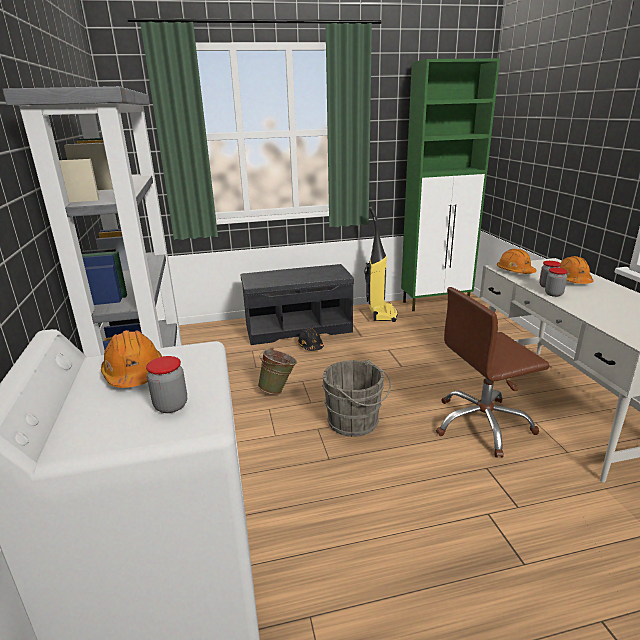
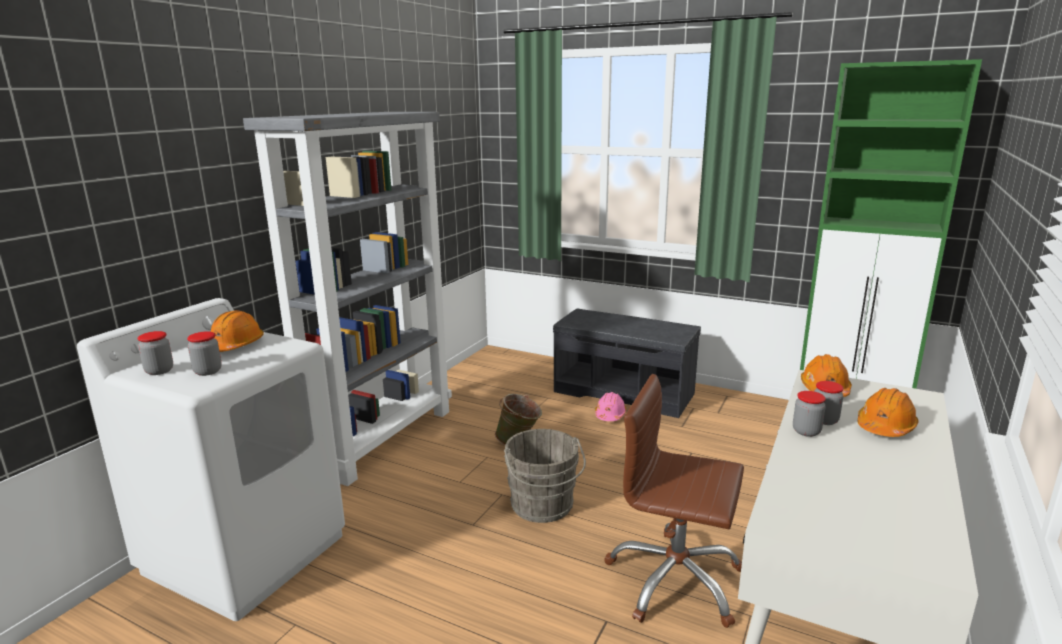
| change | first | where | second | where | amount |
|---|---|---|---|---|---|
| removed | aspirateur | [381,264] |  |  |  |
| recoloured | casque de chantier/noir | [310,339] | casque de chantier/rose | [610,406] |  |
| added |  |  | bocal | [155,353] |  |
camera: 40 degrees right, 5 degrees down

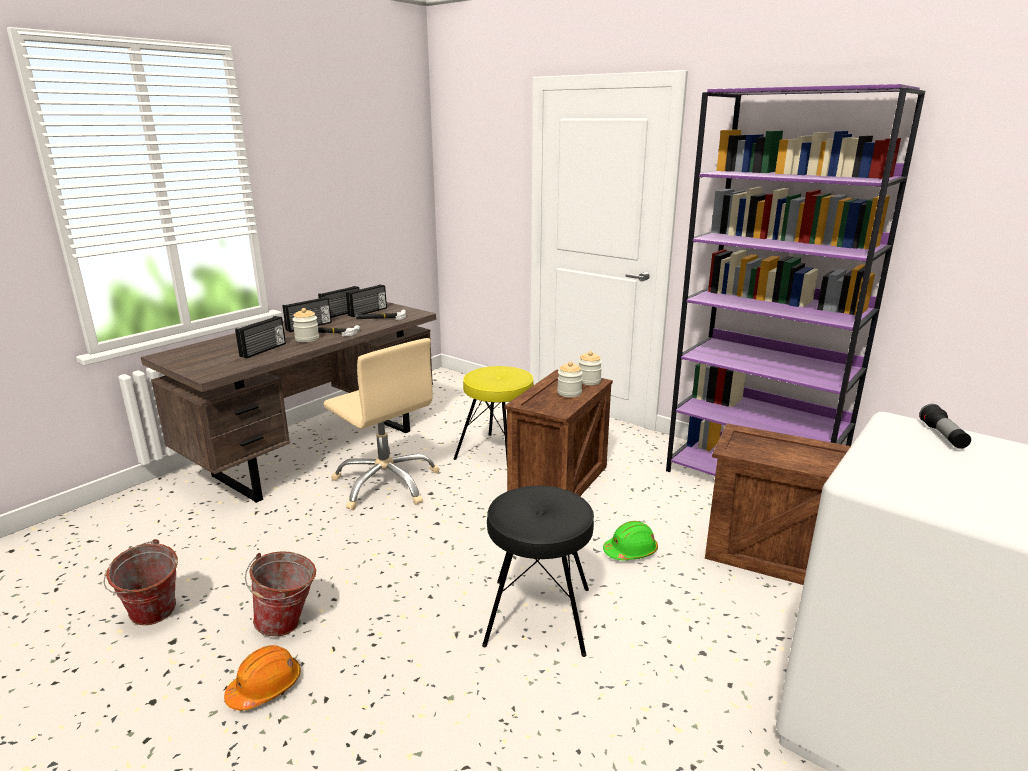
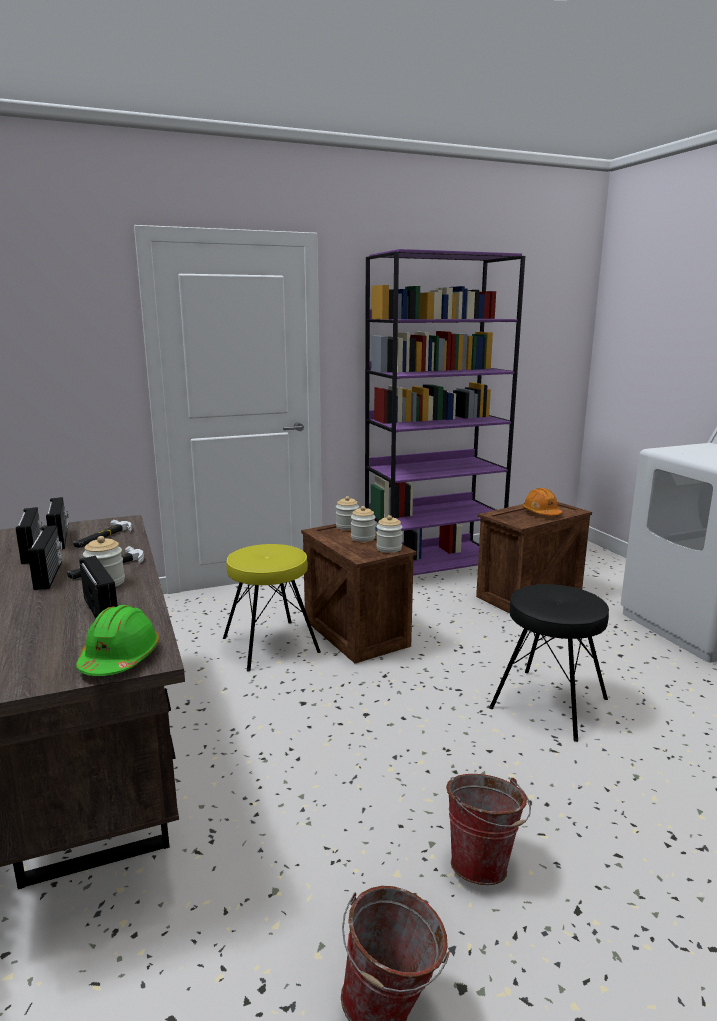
| change | first | where | second | where | amount |
|---|---|---|---|---|---|
| removed | chaise de bureau/beige | [381,424] |  |  |  |
| removed | lampe de poche | [945,426] |  |  |  |
| moved | casque de chantier/vert | [630,540] |  | [118,640] |  |
| moved | casque de chantier/orange | [262,677] |  | [542,501] |  |
| added |  |  | bocal | [389,534] |  |
camera: 60 degrees left, 5 degrees down

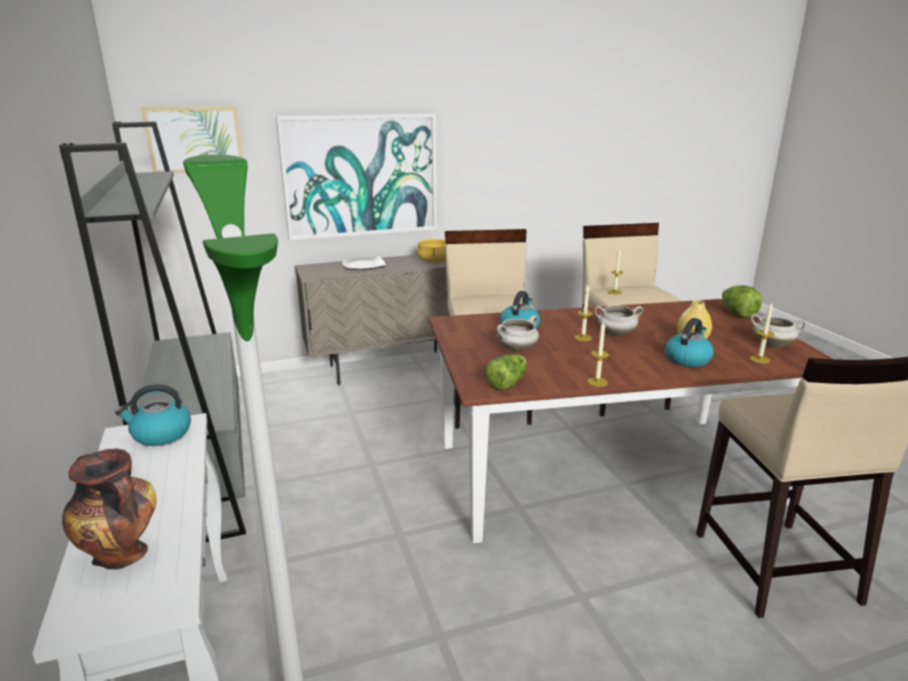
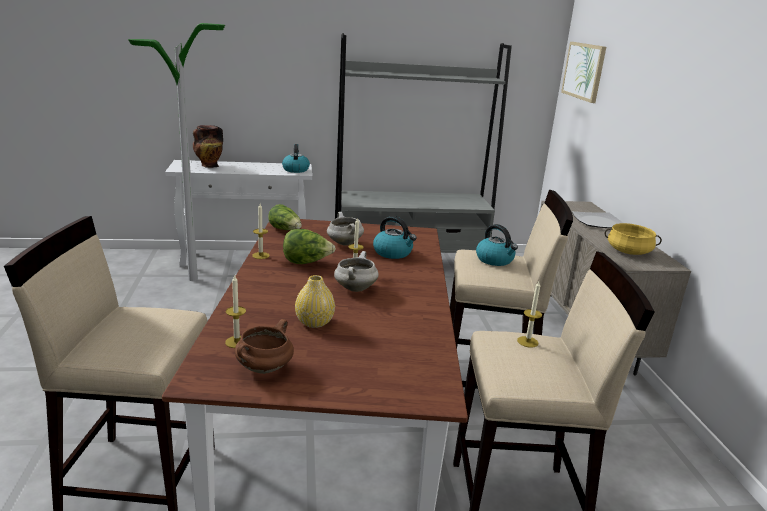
| change | first | where | second | where | amount |
|---|---|---|---|---|---|
| removed | tableau | [356,177] |  |  |  |
| moved | laitue | [742,301] |  | [309,246] |  |
| recoloured | marmite/blanc | [778,331] | marmite/marron | [264,346] |  |
| moved | bouilloire | [689,342] |  | [497,245] |  |
camera: 100 degrees right, 0 degrees up

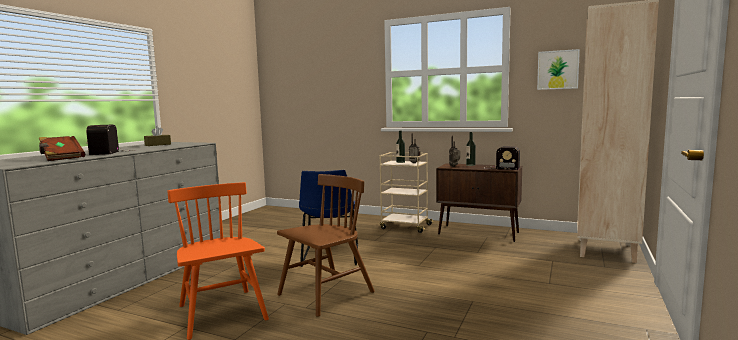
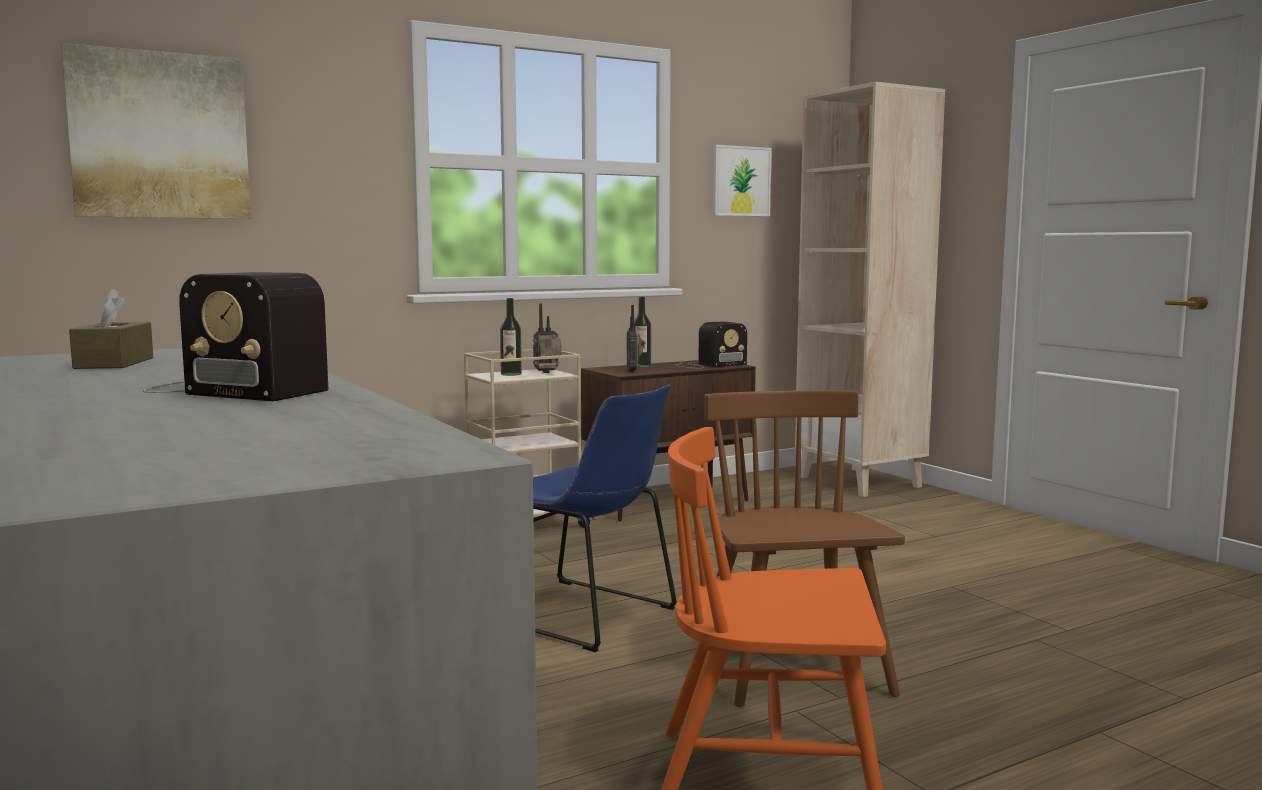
| change | first | where | second | where | amount |
|---|---|---|---|---|---|
| removed | livre/marron | [62,148] |  |  |  |
| added |  |  | tableau | [156,131] |  |
camera: 55 degrees left, 0 degrees up

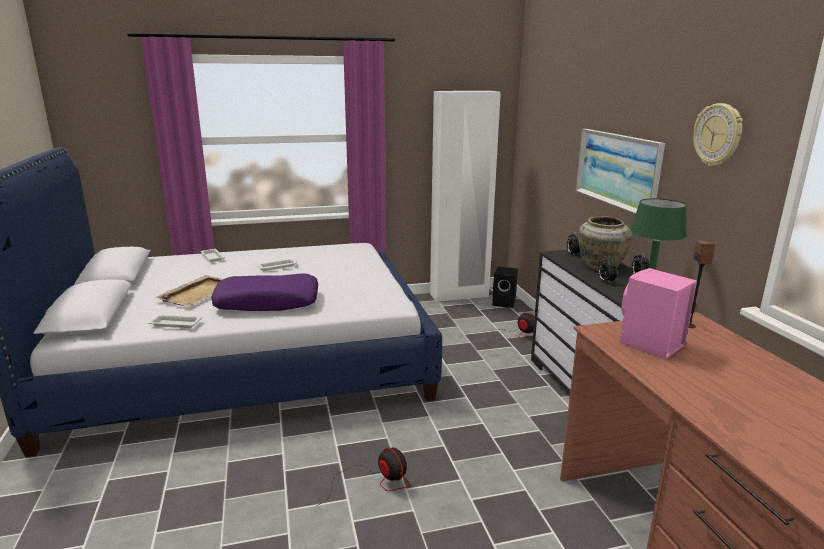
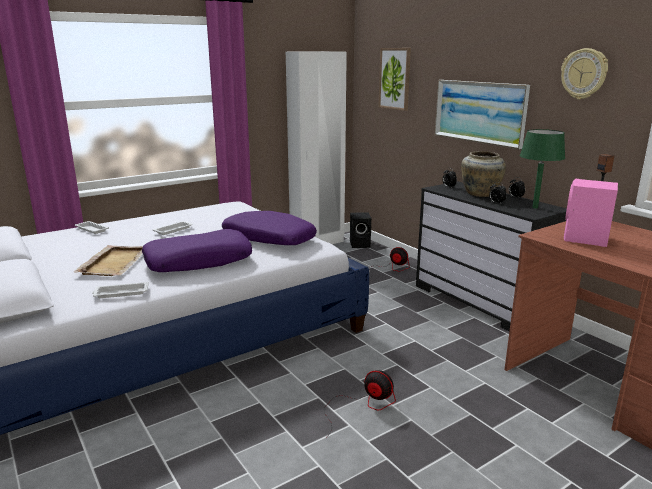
| change | first | where | second | where | amount |
|---|---|---|---|---|---|
| added |  |  | tableau | [394,79] |  |
| added |  |  | coussin/violet | [269,228] |  |
camera: 20 degrees left, 0 degrees up

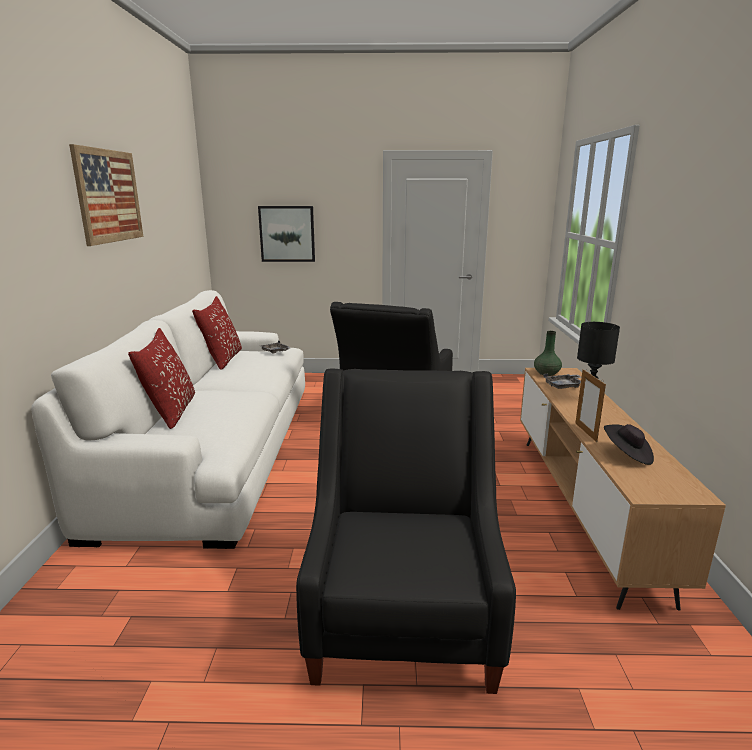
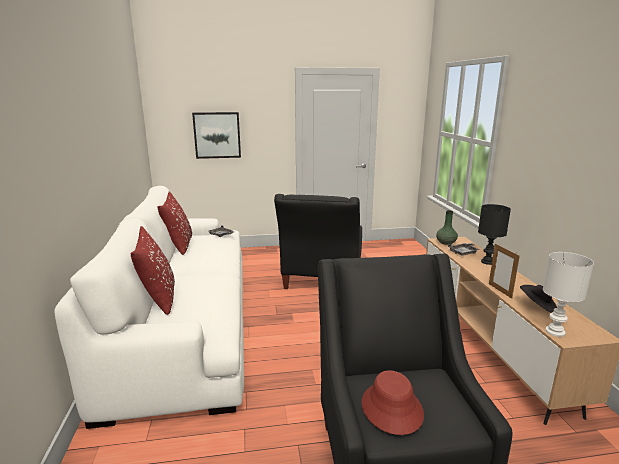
| change | first | where | second | where | amount |
|---|---|---|---|---|---|
| removed | tableau | [106,195] |  |  |  |
| added |  |  | lampe de table/blanc | [568,294] |  |
| added |  |  | chapeau/rouge | [392,402] |  |
camera: 10 degrees left, 0 degrees up

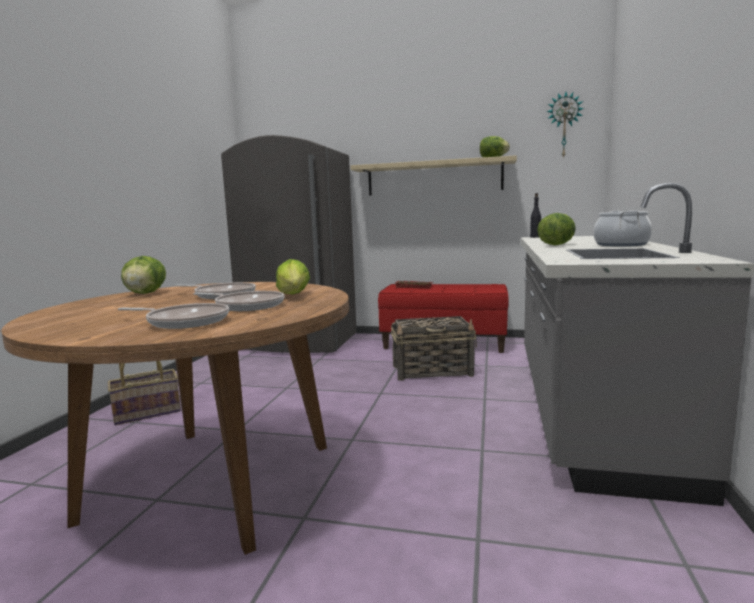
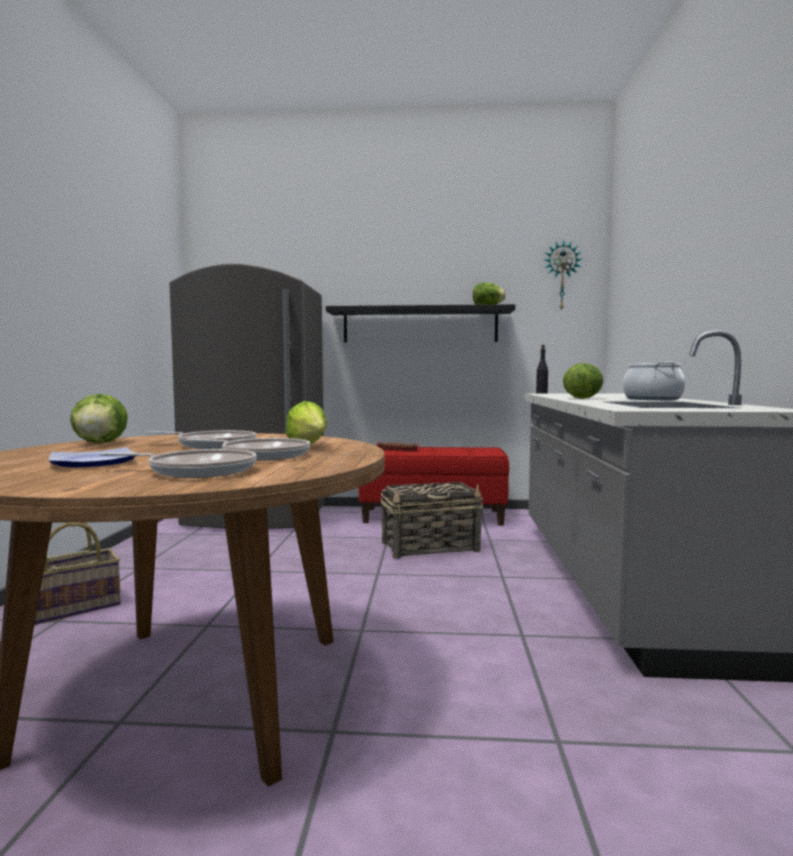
| change | first | where | second | where | amount |
|---|---|---|---|---|---|
| recoloured | étagère/beige | [433,175] | étagère/noir | [420,323] |  |
| added |  |  | assiette | [92,457] |  |
camera: 10 degrees left, 5 degrees down

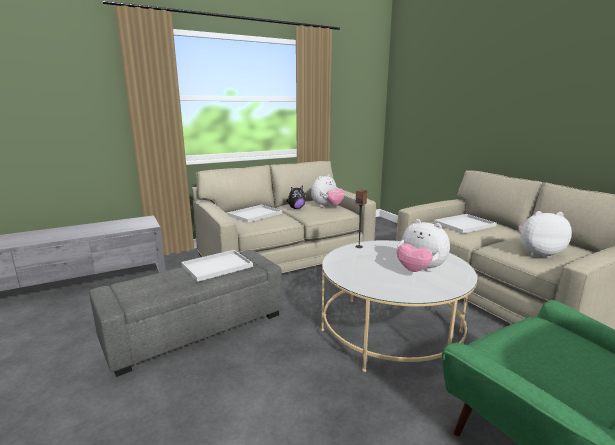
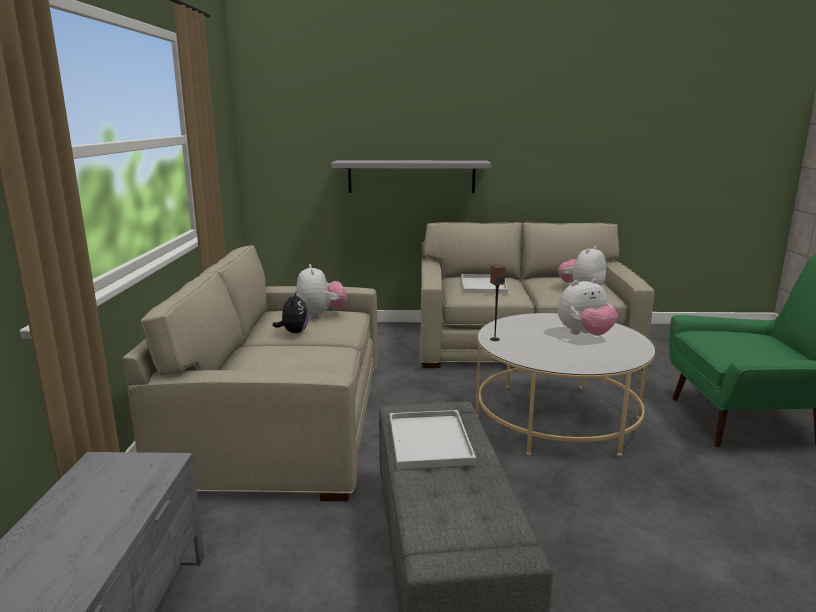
| change | first | where | second | where | amount |
|---|---|---|---|---|---|
| removed | plateau/blanc | [254,214] |  |  |  |
| added |  |  | étagère/gris | [411,176] |  |
camera: 60 degrees left, 0 degrees up

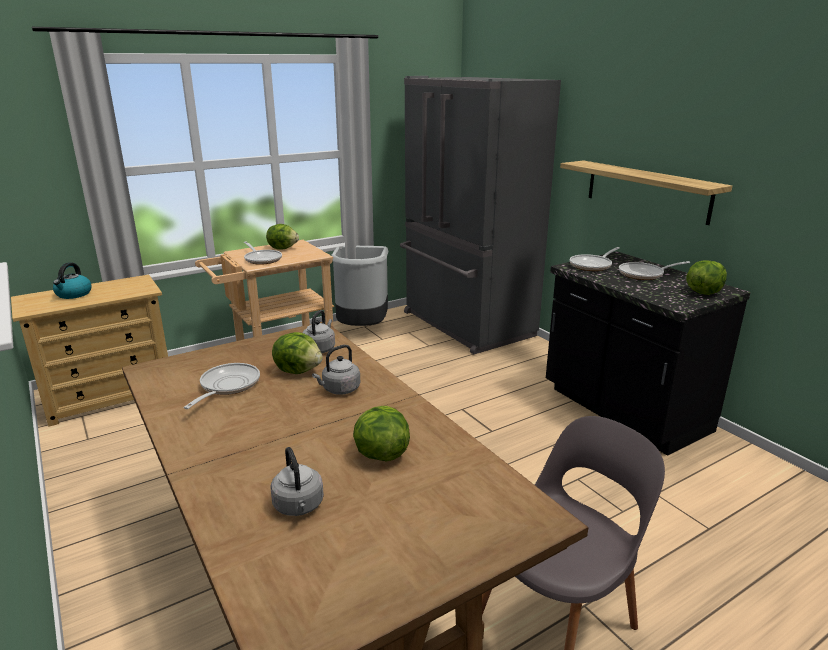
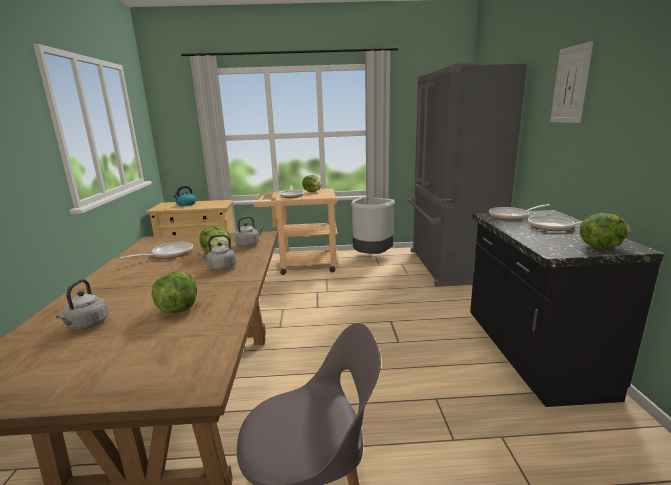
| change | first | where | second | where | amount |
|---|---|---|---|---|---|
| removed | étagère | [646,192] |  |  |  |
| added |  |  | tableau | [572,82] |  |
camera: 30 degrees right, 5 degrees down

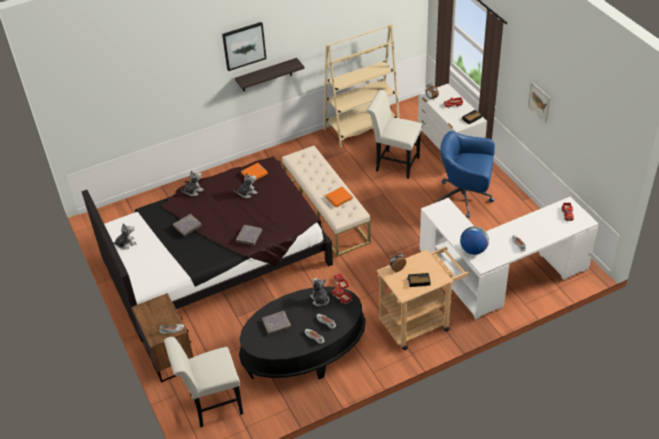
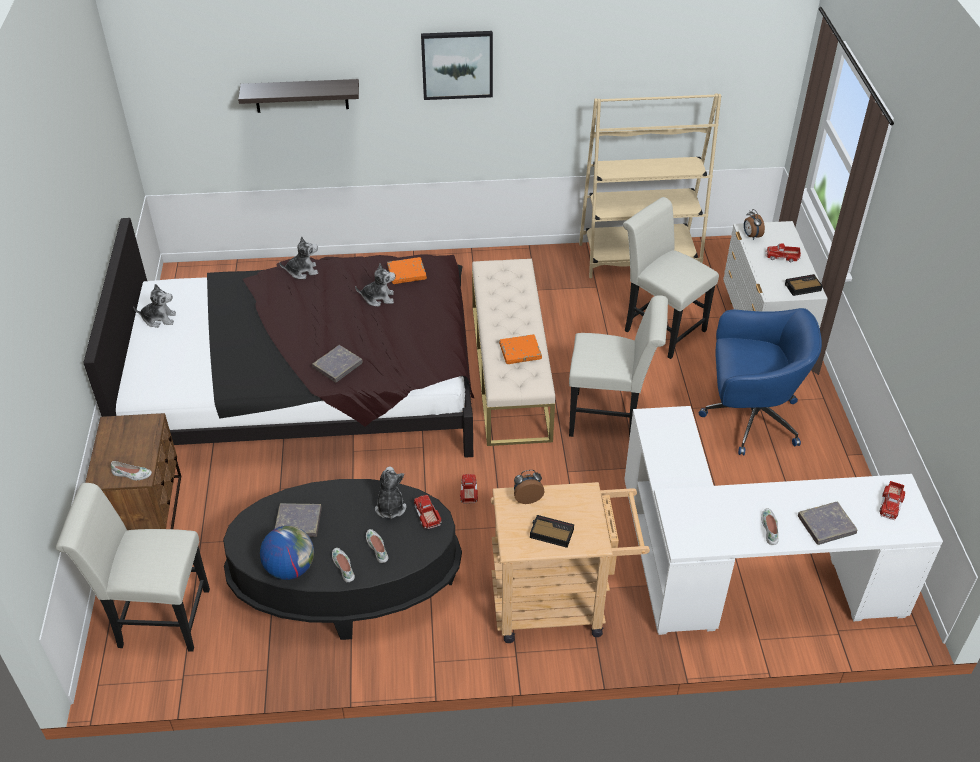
| change | first | where | second | where | amount |
|---|---|---|---|---|---|
| moved | étagère | [269,74] |  | [298,96] |  |
| removed | tableau | [539,102] |  |  |  |
| turned | chaise de bureau/bleu | [465,174] |  | [760,381] | 150 degrees clockwise |
| moved | livre/gris | [187,225] |  | [827,523] |  |
| moved | globe | [474,240] |  | [287,553] |  |
| added |  |  | chaise/blanc | [618,366] |  |
camera: 20 degrees right, 0 degrees up

